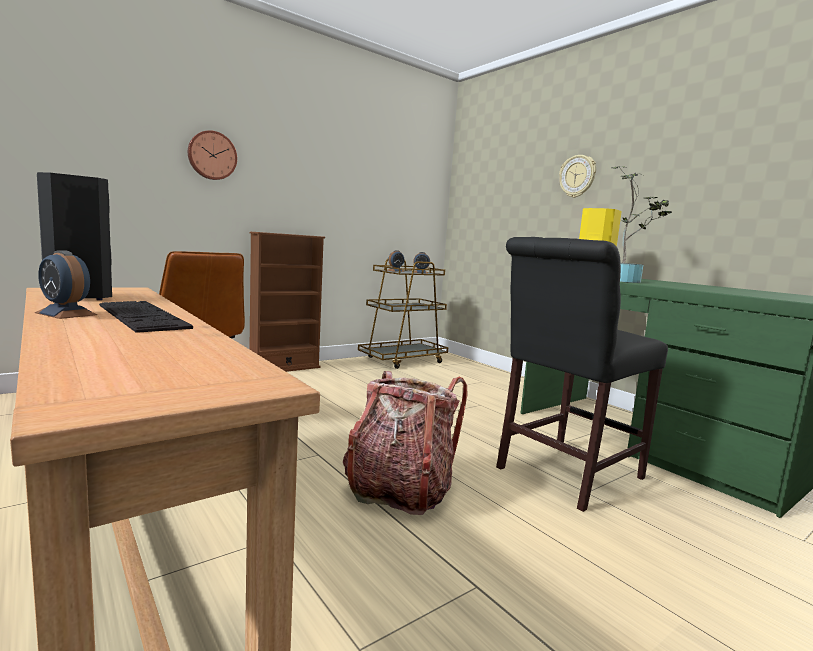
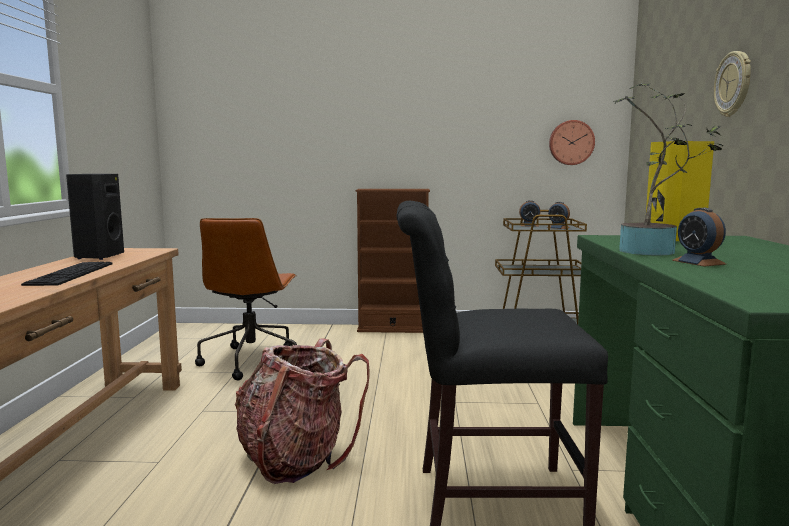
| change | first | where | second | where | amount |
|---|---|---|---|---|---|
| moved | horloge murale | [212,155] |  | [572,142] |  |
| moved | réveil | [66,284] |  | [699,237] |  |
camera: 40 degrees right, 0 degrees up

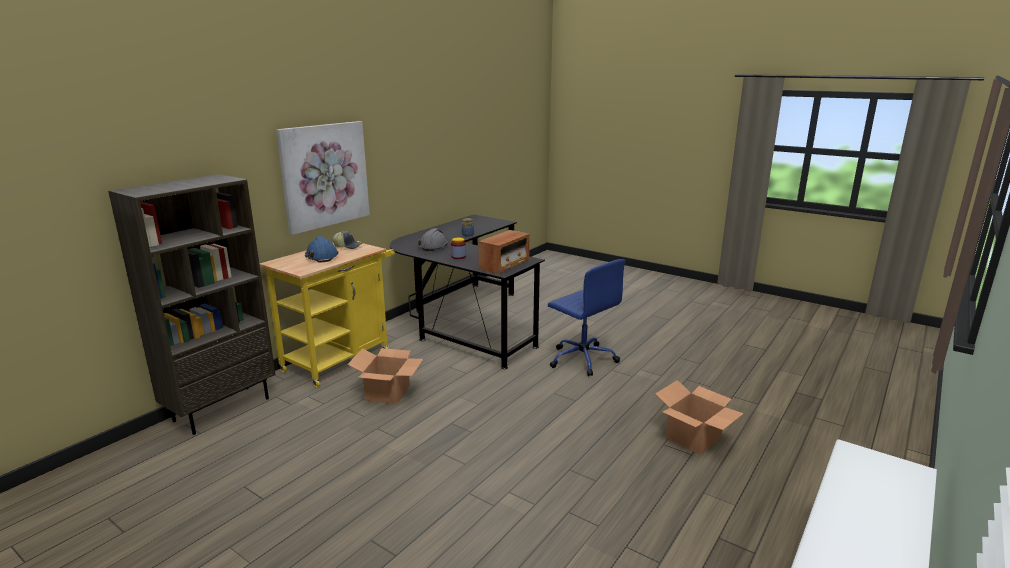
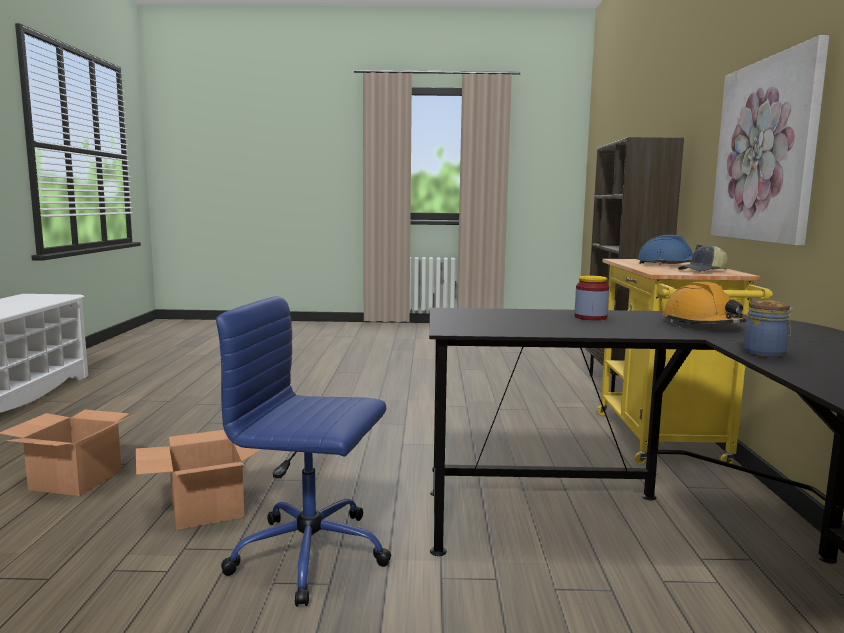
| change | first | where | second | where | amount |
|---|---|---|---|---|---|
| recoloured | casque de chantier/gris | [433,239] | casque de chantier/orange | [704,303] |  |
| removed | radio | [504,252] |  |  |  |
| moved | carton | [385,376] |  | [199,480] |  |
camera: 145 degrees right, 10 degrees down

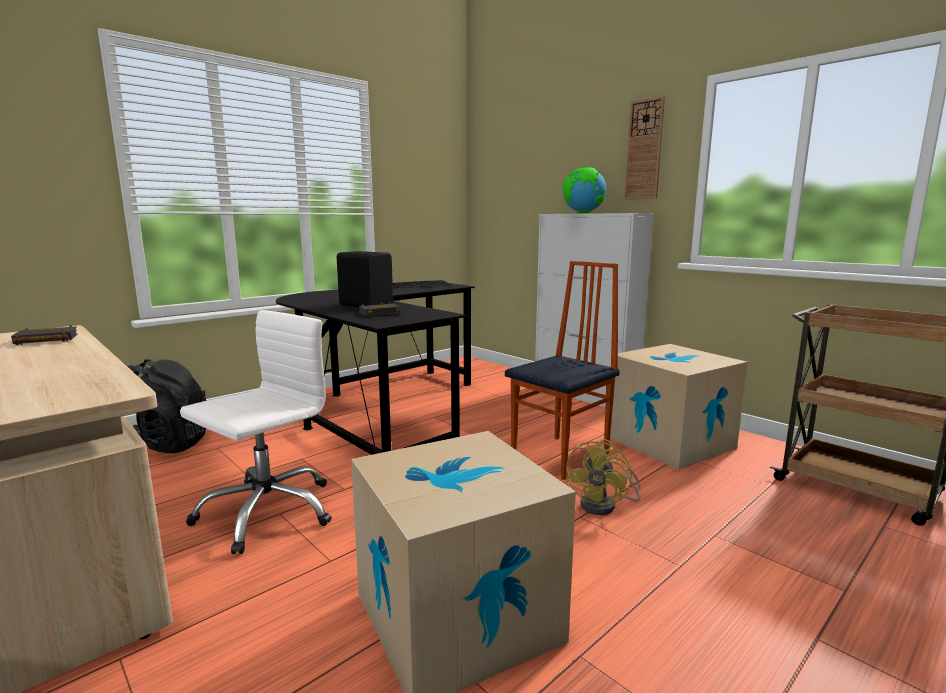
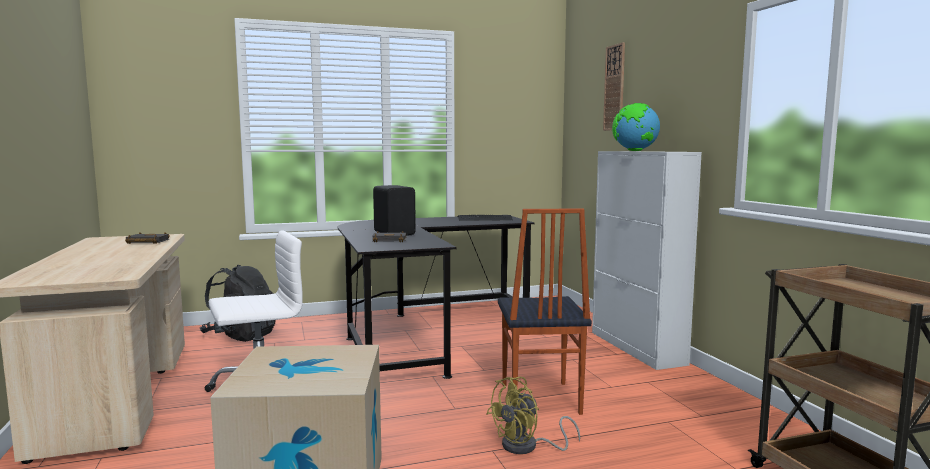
| change | first | where | second | where | amount |
|---|---|---|---|---|---|
| moved | horloge murale | [645,147] |  | [614,86] |  |
| turned | chaise | [562,370] |  | [545,311] | 105 degrees clockwise |
| removed | carton | [679,407] |  |  |  |
camera: 25 degrees right, 5 degrees down

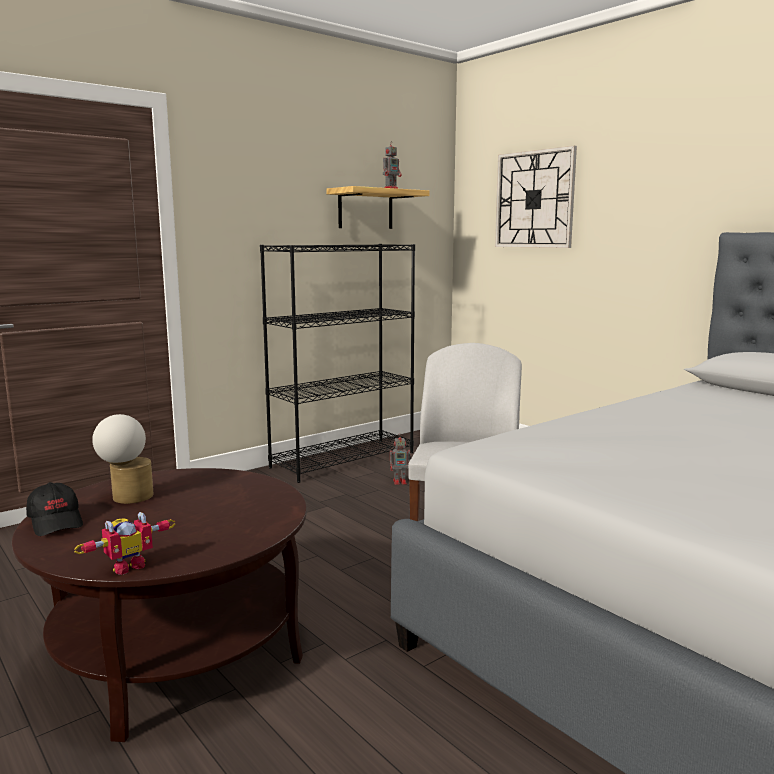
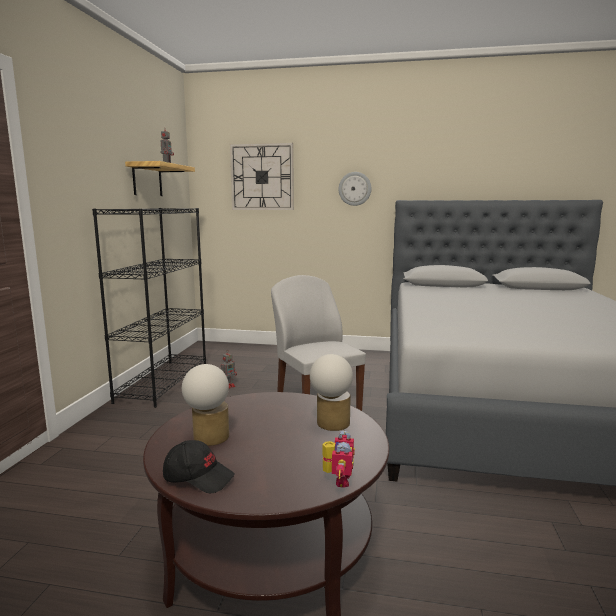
| change | first | where | second | where | amount |
|---|---|---|---|---|---|
| added |  |  | horloge murale | [355,189] |  |
| added |  |  | lampe de table | [331,392] |  |
camera: 40 degrees left, 0 degrees up

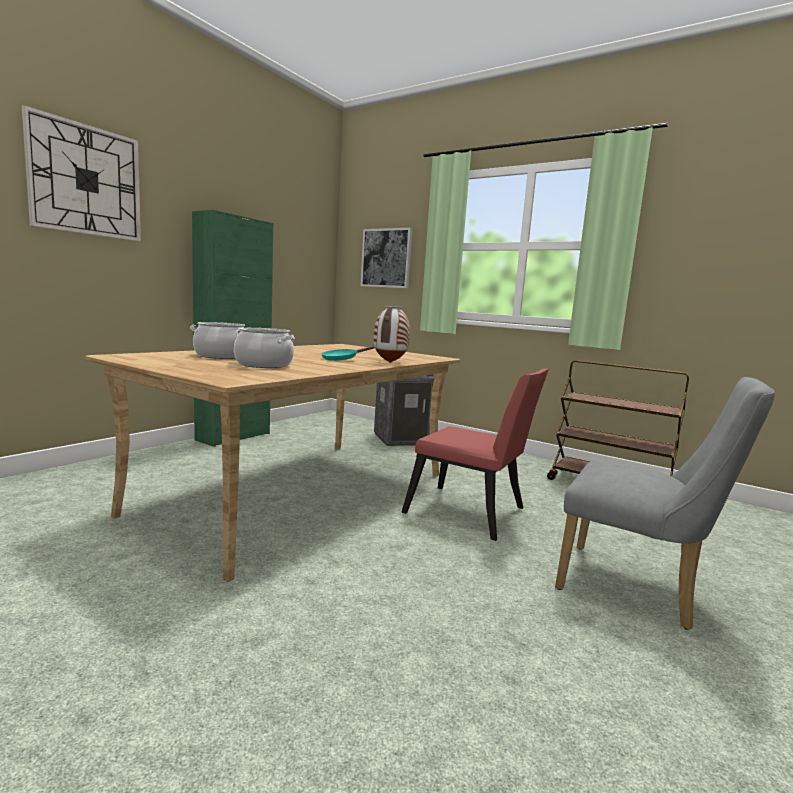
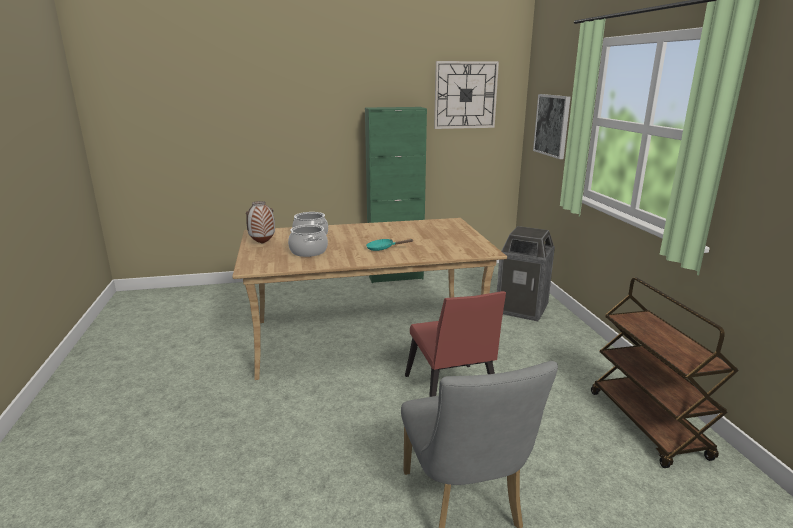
| change | first | where | second | where | amount |
|---|---|---|---|---|---|
| moved | horloge murale | [81,173] |  | [466,95] |  |
| moved | vase | [392,334] |  | [260,222] |  |
camera: 45 degrees right, 10 degrees up

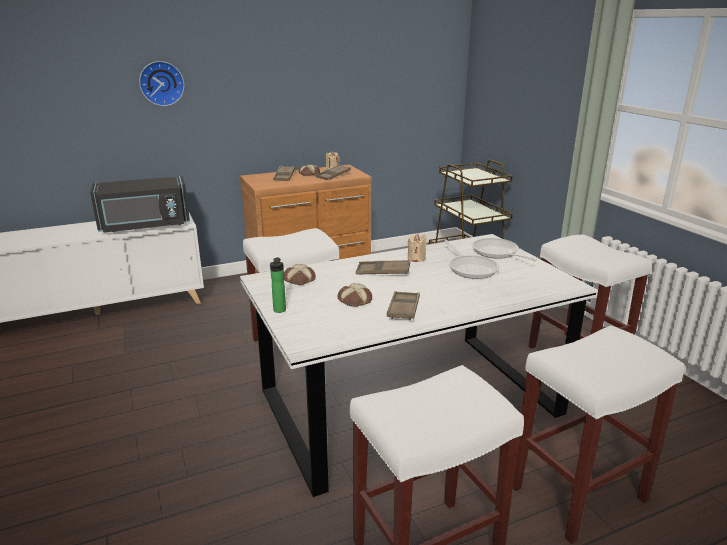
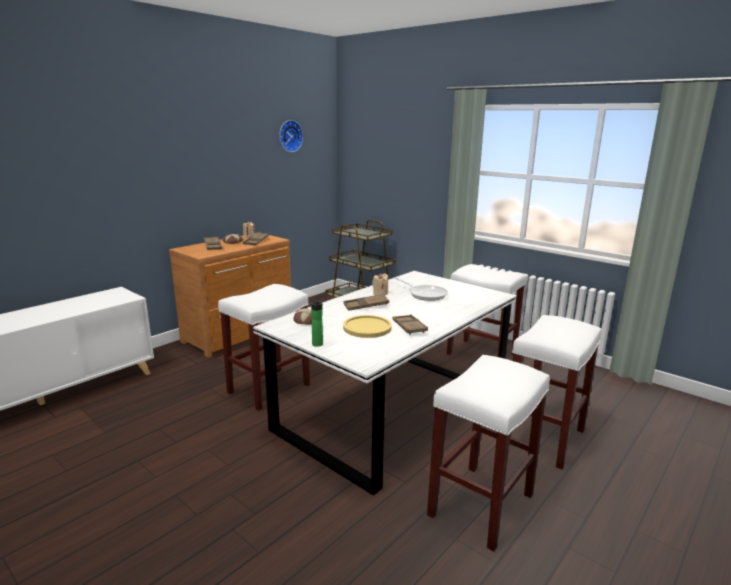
| change | first | where | second | where | amount |
|---|---|---|---|---|---|
| moved | horloge murale | [162,83] |  | [291,136] |  |
| removed | micro-ondes/noir | [140,204] |  |  |  |
| removed | poêle | [504,249] |  |  |  |
| replaced | pain | [355,295] | assiette/jaune | [367,326] |  |
camera: 25 degrees left, 5 degrees down

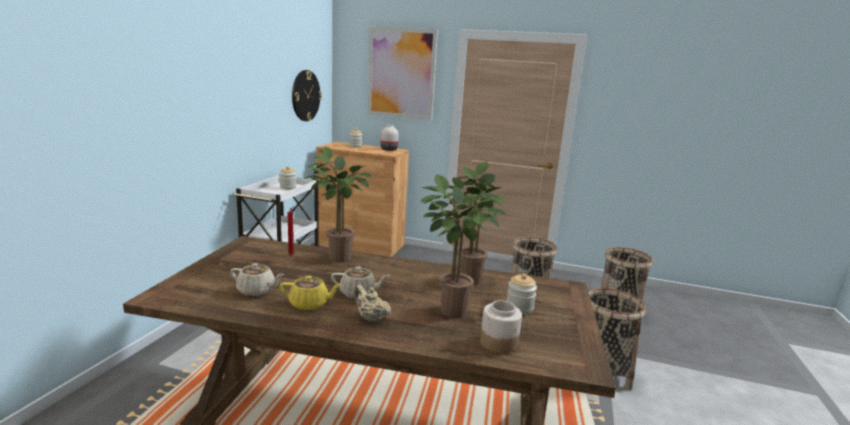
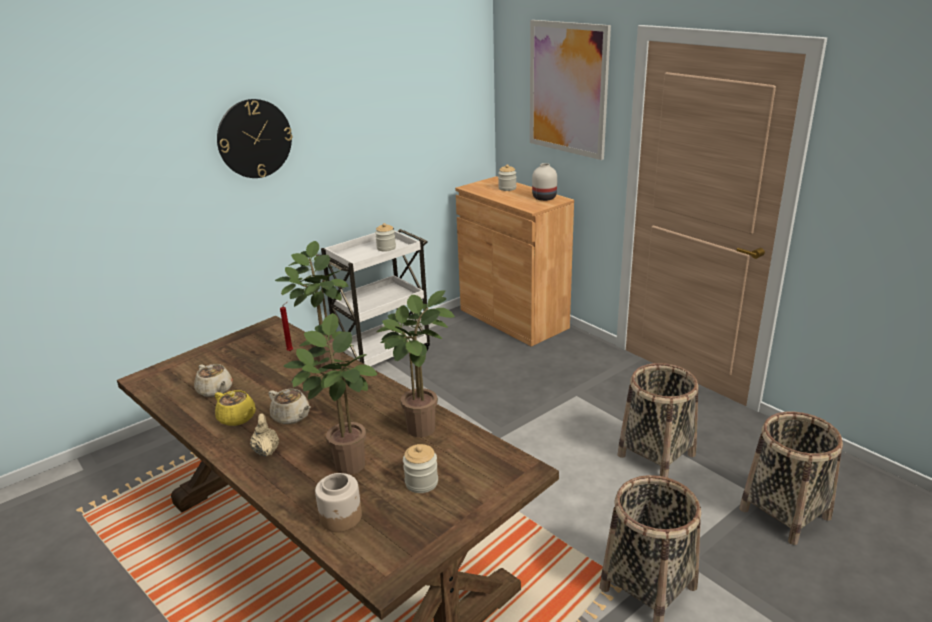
| change | first | where | second | where | amount |
|---|---|---|---|---|---|
| moved | horloge murale | [307,95] |  | [254,138] |  |
camera: 35 degrees right, 10 degrees up

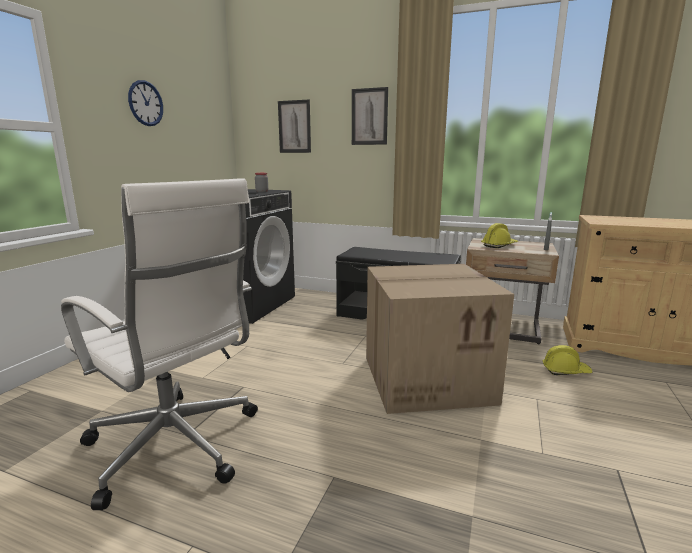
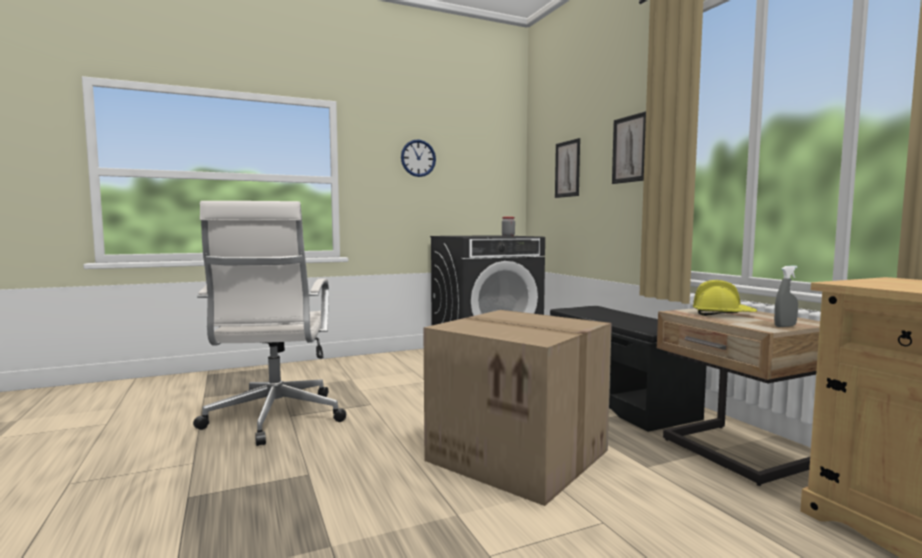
| change | first | where | second | where | amount |
|---|---|---|---|---|---|
| removed | casque de chantier/jaune | [567,360] |  |  |  |
camera: 45 degrees right, 10 degrees down

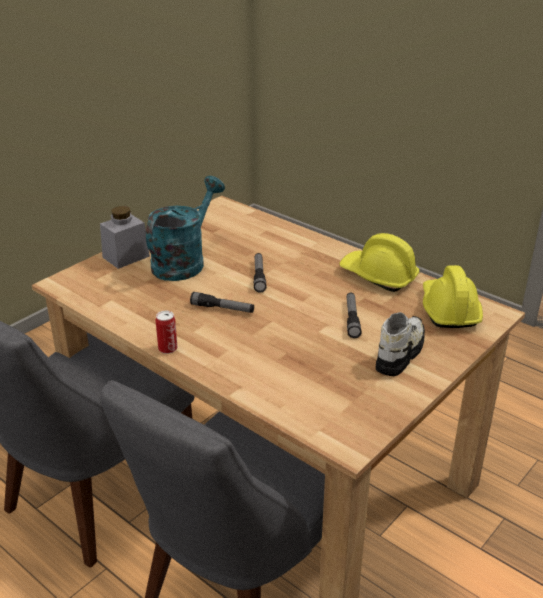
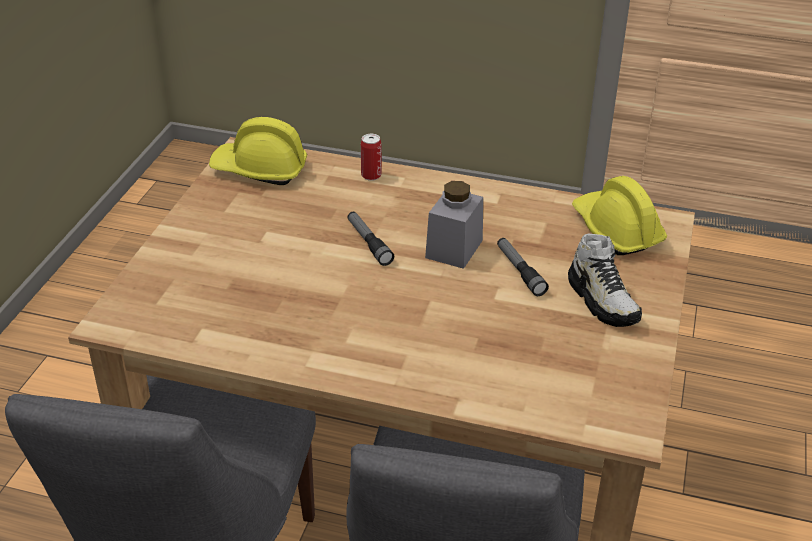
| change | first | where | second | where | amount |
|---|---|---|---|---|---|
| removed | arrosoir/turquoise | [185,228] |  |  |  |
| moved | bocal/gris | [125,237] |  | [454,225] |  |
| moved | casque de chantier/jaune | [379,262] |  | [258,151] |  |
| removed | lampe de poche | [222,302] |  |  |  |
| moved | boîte métallique | [166,332] |  | [371,157] |  |
| turned | chaussure | [400,344] |  | [605,280] | 150 degrees clockwise |
camera: 25 degrees left, 5 degrees up

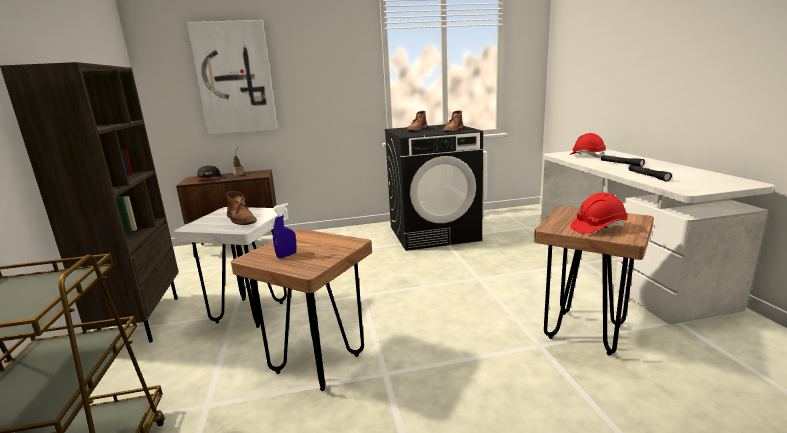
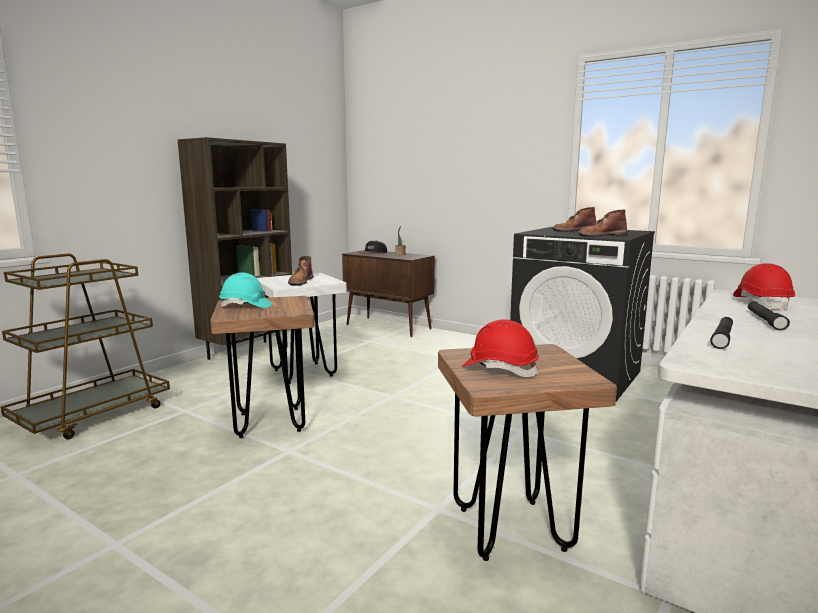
| change | first | where | second | where | amount |
|---|---|---|---|---|---|
| removed | tableau | [232,77] |  |  |  |
| replaced | vaporisateur/bleu | [285,231] | casque de chantier/turquoise | [245,290] |  |
camera: 45 degrees right, 5 degrees down

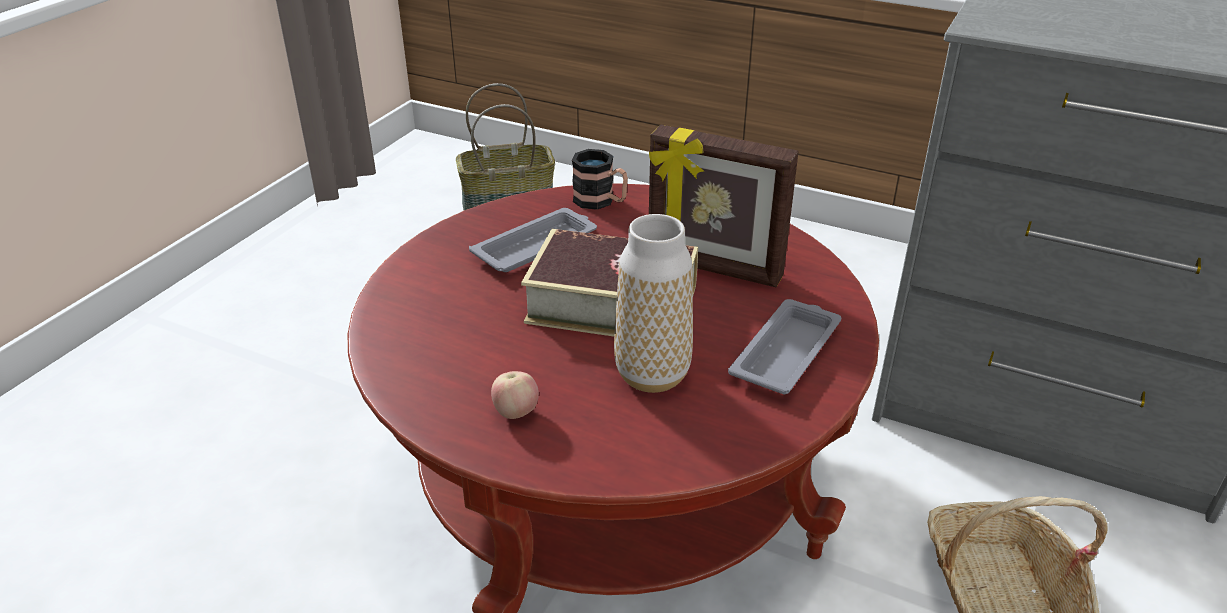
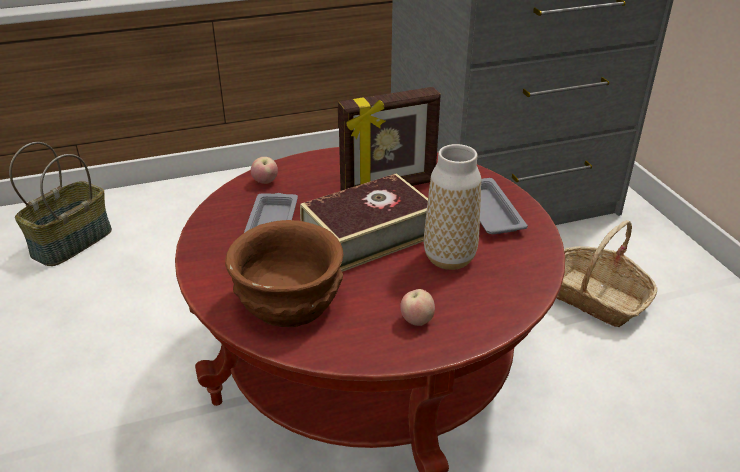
| change | first | where | second | where | amount |
|---|---|---|---|---|---|
| replaced | mug | [600,179] | pomme | [264,170] |  |
| added |  |  | bol/marron | [284,273] |  |
camera: 45 degrees left, 0 degrees up

